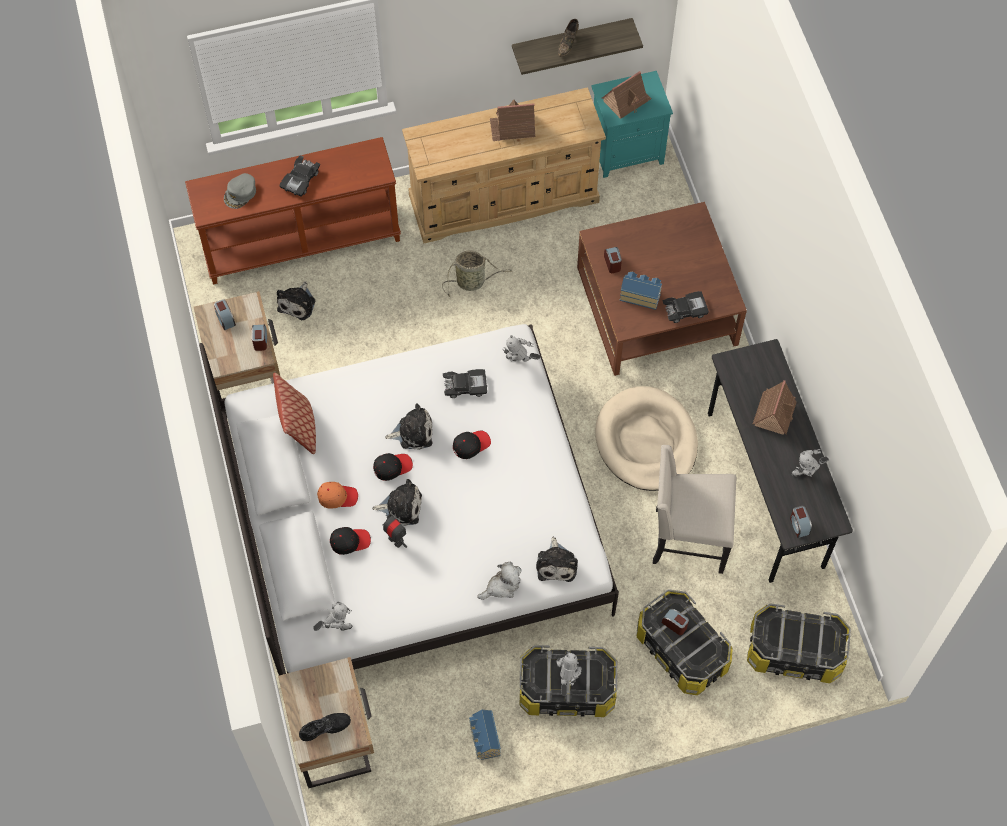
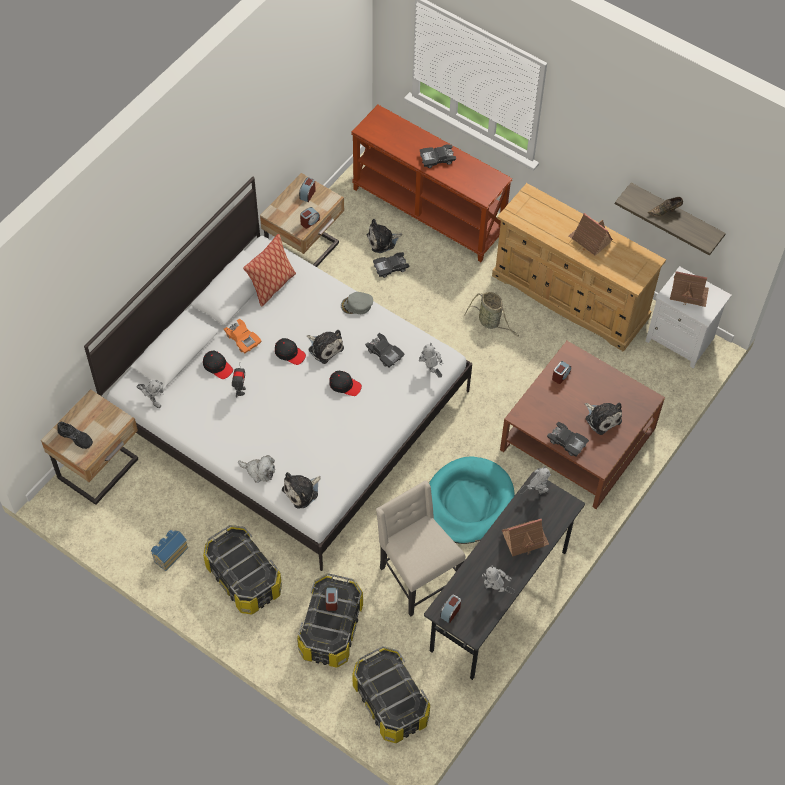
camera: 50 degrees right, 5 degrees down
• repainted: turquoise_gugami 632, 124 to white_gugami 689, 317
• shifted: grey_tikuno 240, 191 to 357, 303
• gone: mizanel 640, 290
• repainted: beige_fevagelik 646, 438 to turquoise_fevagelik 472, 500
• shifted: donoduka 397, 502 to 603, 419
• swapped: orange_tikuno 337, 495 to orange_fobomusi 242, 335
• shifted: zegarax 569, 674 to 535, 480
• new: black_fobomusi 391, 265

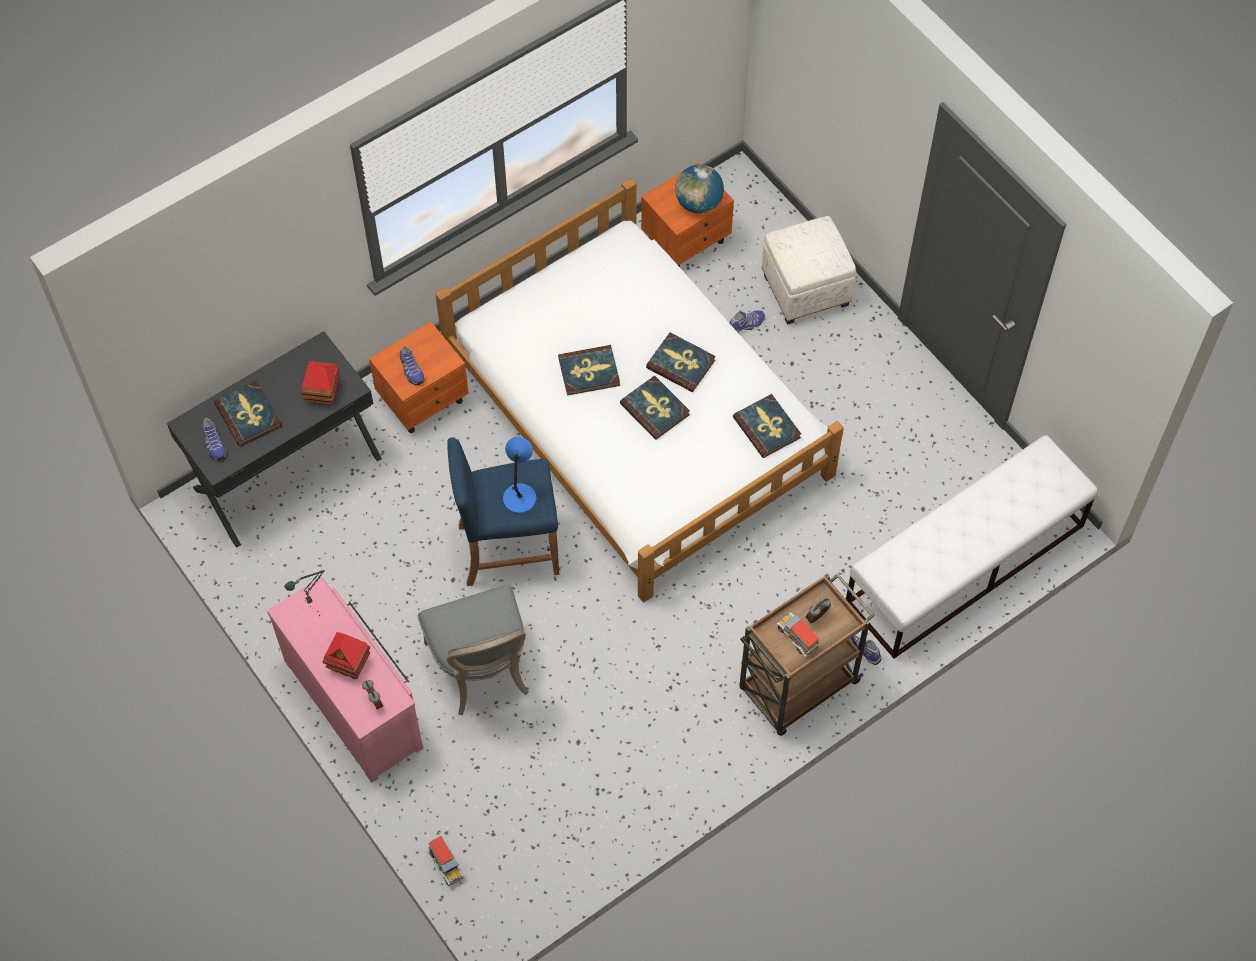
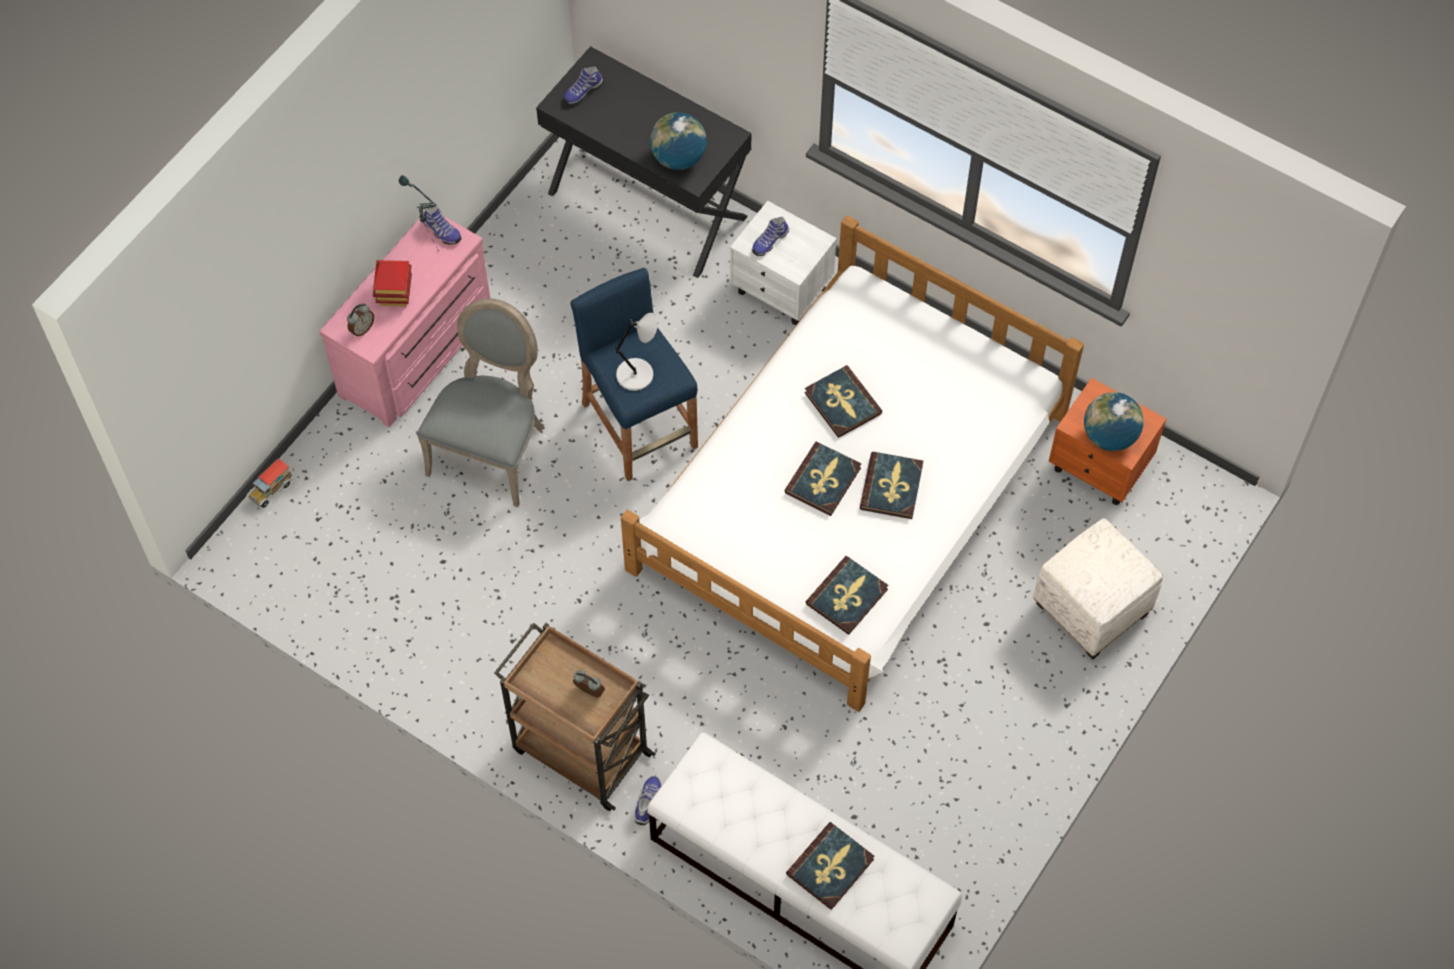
camera: 70 degrees right, 0 degrees up
• shifted: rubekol 747, 321 to 442, 225
• repainted: orange_gugami 419, 377 to white_gugami 783, 263
• swapped: mizanel 320, 383 to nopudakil 678, 141
• shifted: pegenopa 248, 413 to 830, 866
• repainted: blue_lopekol 520, 475 to grey_lopekol 636, 352
• rotated: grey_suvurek 473, 650 = 481, 402 150 degrees clockwise
• gone: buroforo 798, 634

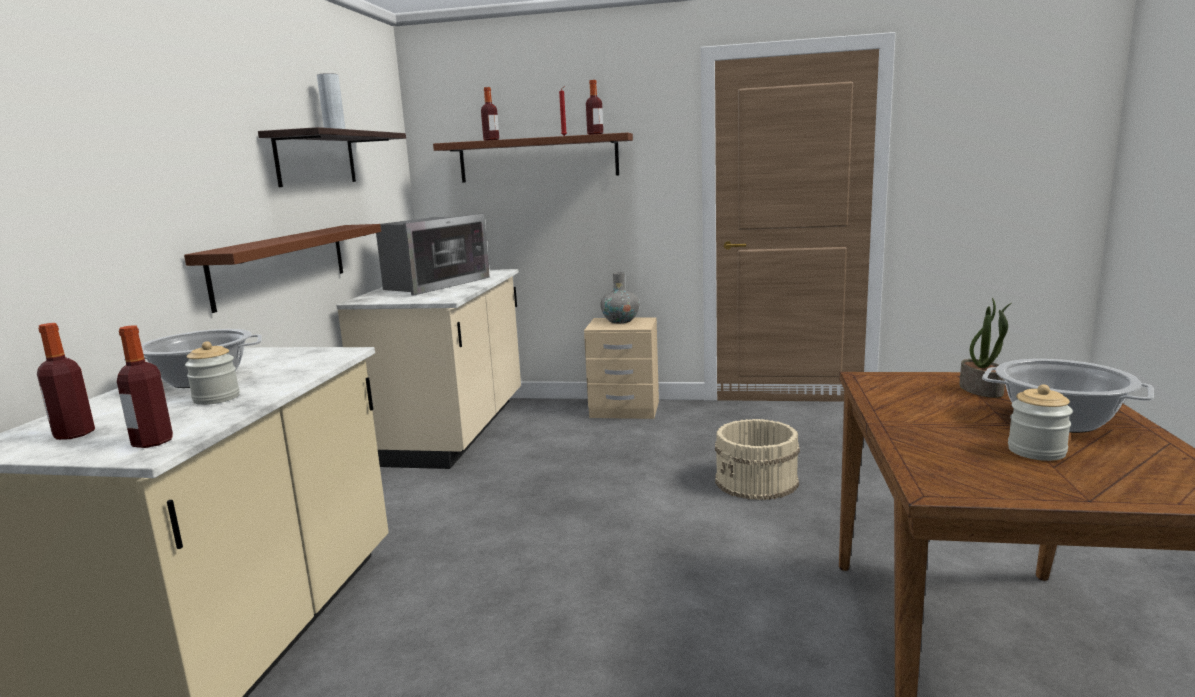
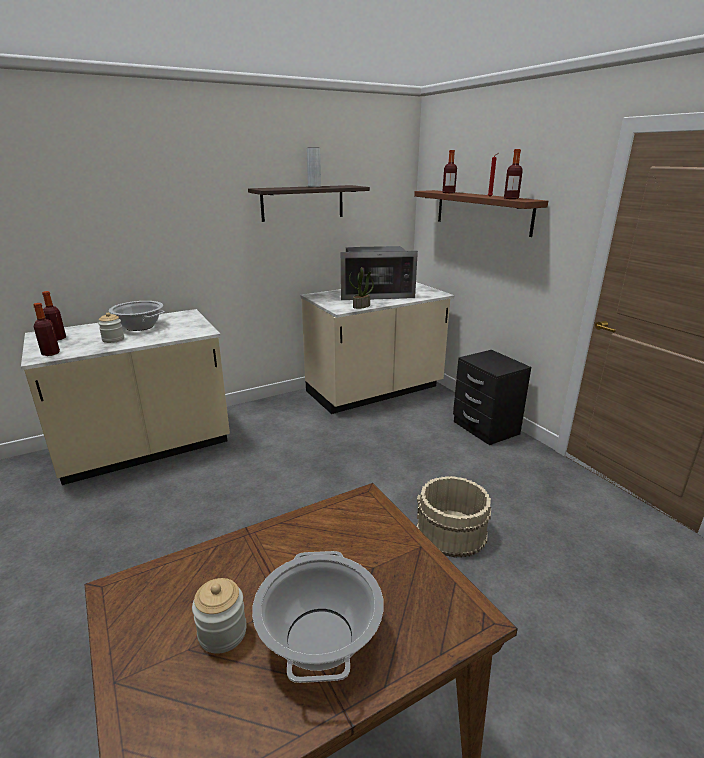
camera: 50 degrees right, 10 degrees up
• gone: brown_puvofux 282, 268
• gone: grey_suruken 620, 298
• shifted: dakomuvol 985, 348 to 361, 288
• repainted: beige_gugami 621, 368 to black_gugami 492, 397

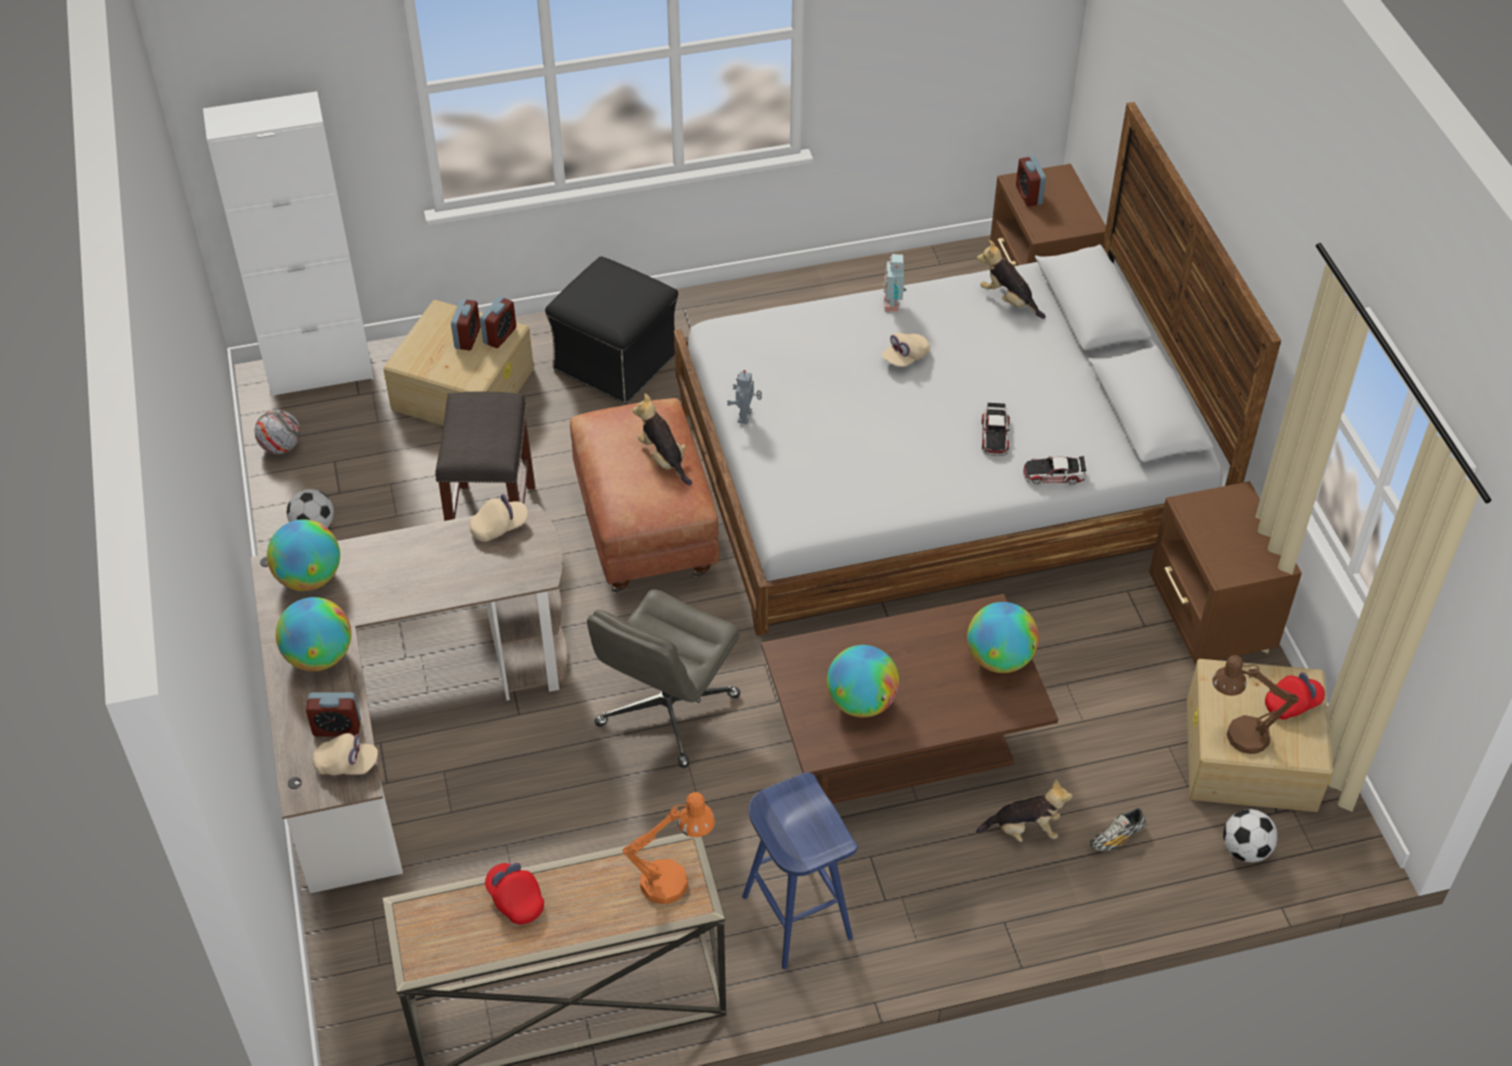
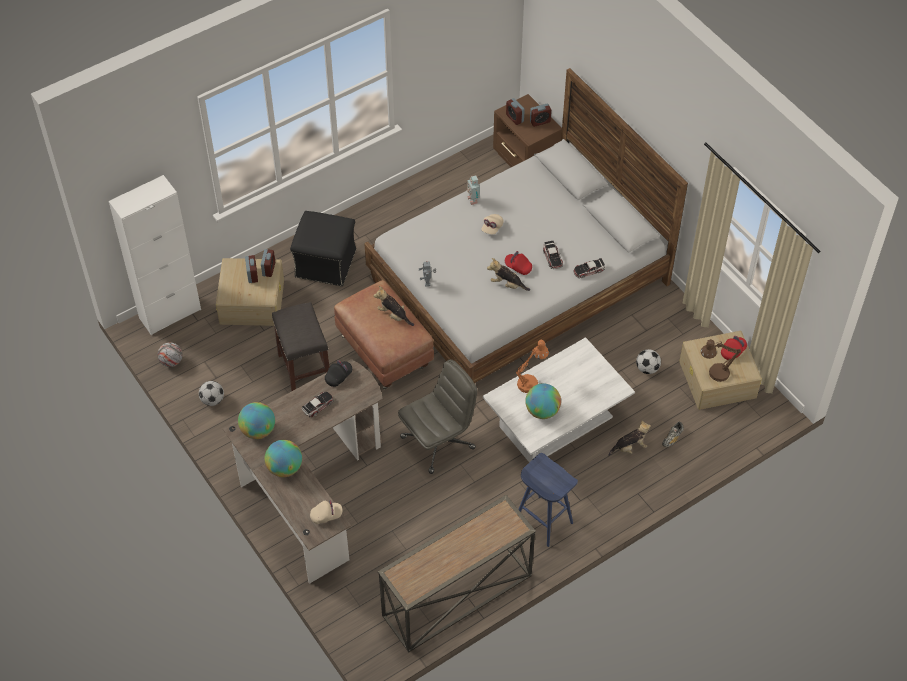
camera: 20 degrees left, 5 degrees up
• shifted: donoduka 1011, 279 to 508, 274
• gone: brown_gugami 1225, 573
• repainted: beige_tikuno 499, 518 to black_tikuno 338, 373
• rotated: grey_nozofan 663, 678 = 437, 416 135 degrees counterclockwise
• repainted: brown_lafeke 909, 699 to white_lafeke 559, 399
• gone: nopudakil 1003, 637
• shifted: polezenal 333, 714 to 540, 115
• shifted: orange_lopekol 668, 848 to 532, 366
• shifted: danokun 1250, 835 to 648, 361
• shifted: red_tikuno 514, 893 to 518, 263
• new: fobomusi 318, 404

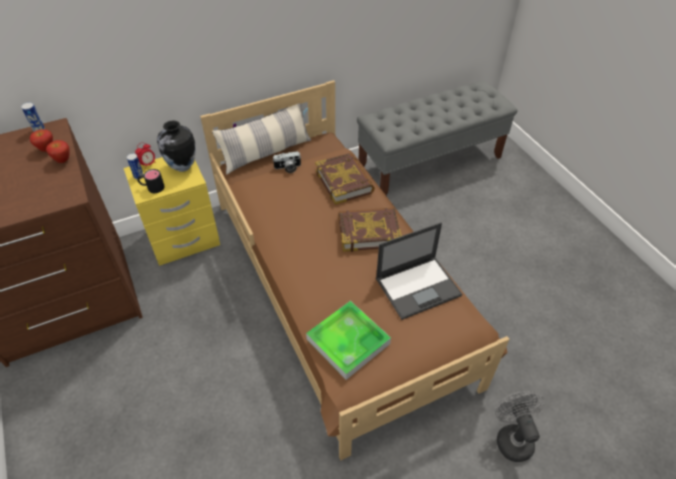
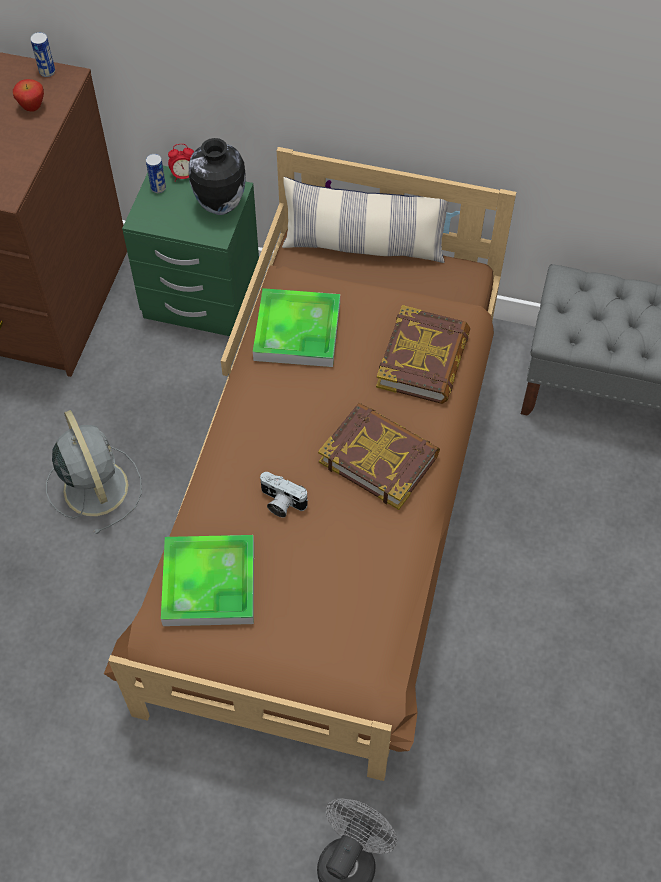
camera: 40 degrees right, 10 degrees up
• gone: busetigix 58, 151
• shifted: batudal 287, 162 to 284, 495
• repainted: yellow_gugami 172, 211 to green_gugami 190, 251
• gone: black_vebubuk 151, 181
• gone: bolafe 419, 271
• new: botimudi 296, 327
• new: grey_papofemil 94, 472

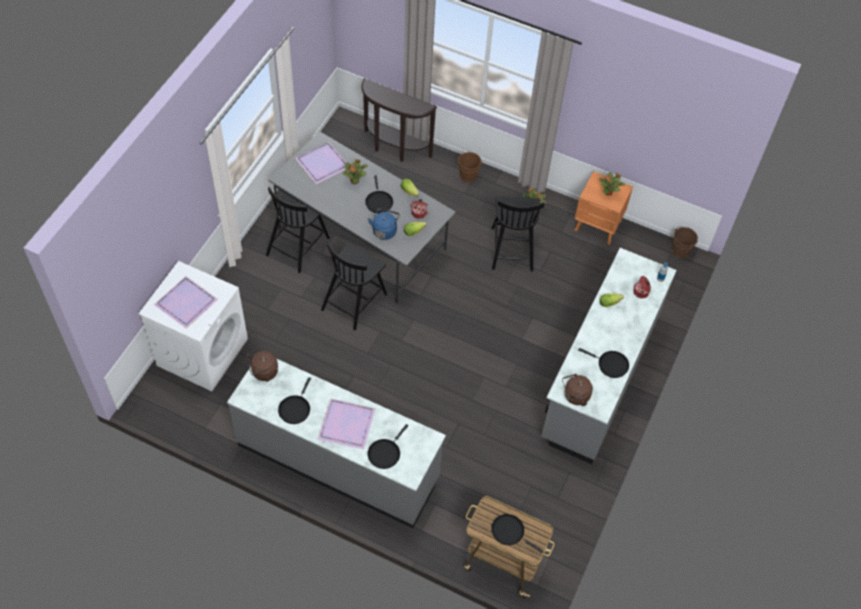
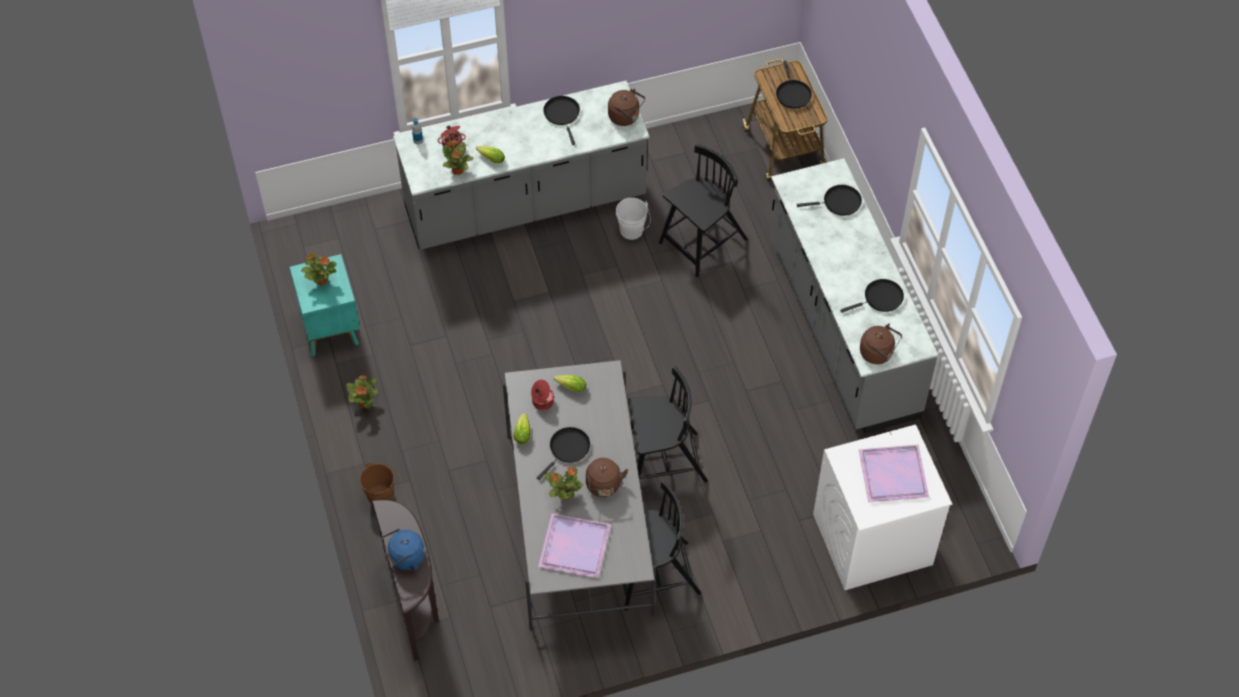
camera: 130 degrees left, 0 degrees up
• repainted: orange_gugami 604, 208 to turquoise_gugami 325, 305
• shifted: black_suvurek 518, 234 to 703, 210
• shifted: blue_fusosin 384, 224 to 403, 549
• gone: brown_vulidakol 684, 242
• gone: purple_botimudi 347, 423
• new: dakomuvol 458, 157
• new: white_vulidakol 633, 219
• new: brown_fusosin 607, 477

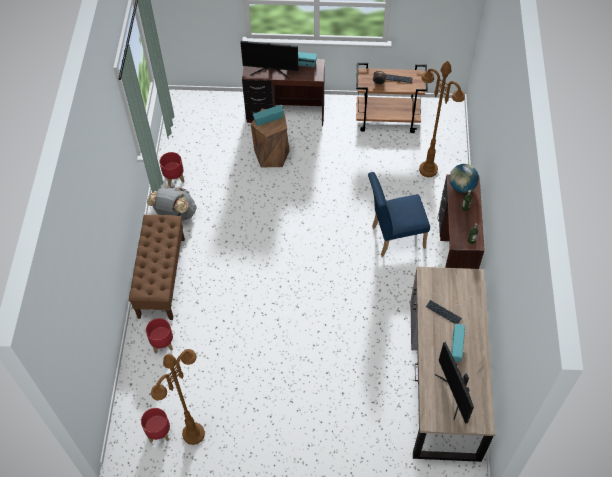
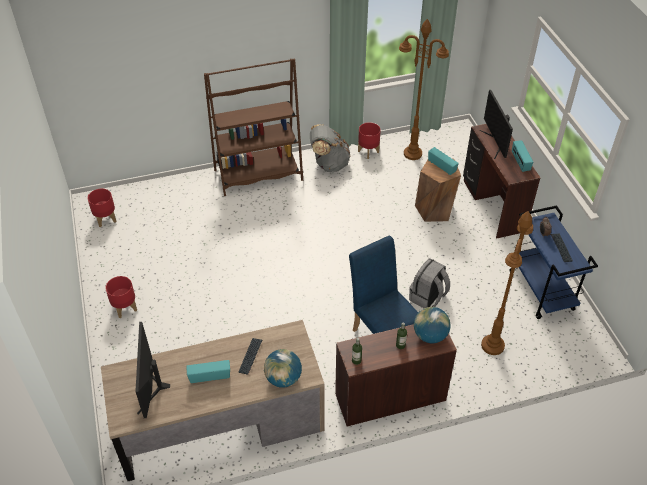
camera: 70 degrees right, 10 degrees down
• repainted: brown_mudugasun 392, 98 to blue_mudugasun 554, 262
• swapped: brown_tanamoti 157, 267 to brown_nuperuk 253, 127
• shifted: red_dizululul 159, 335 to 121, 297
• rotated: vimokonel 454, 383 = 152, 370 60 degrees counterclockwise
• shifted: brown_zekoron 178, 397 to 424, 89
• new: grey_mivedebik 429, 283
• new: nopudakil 283, 368

